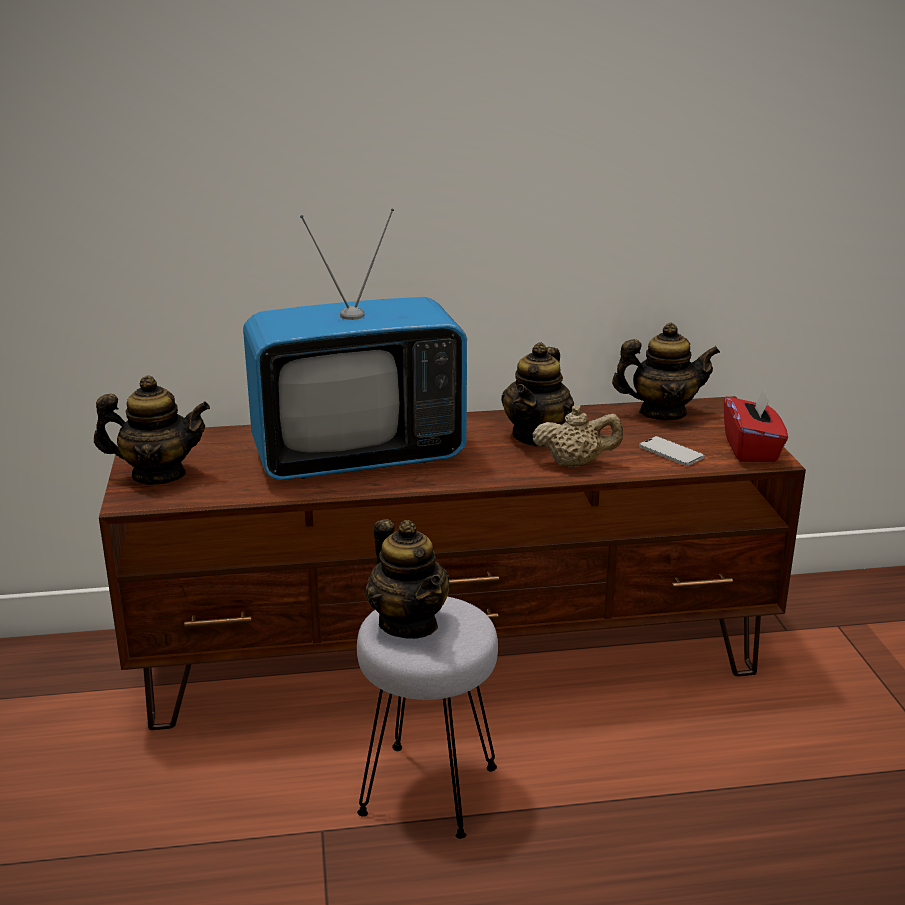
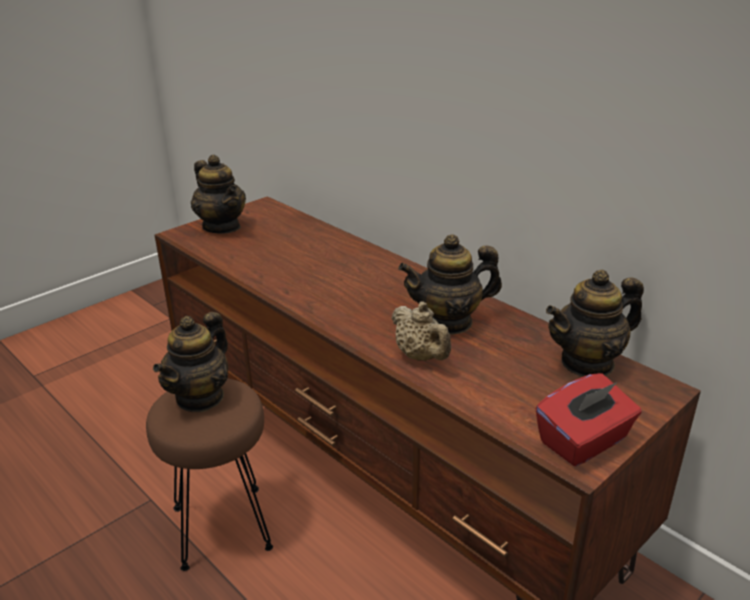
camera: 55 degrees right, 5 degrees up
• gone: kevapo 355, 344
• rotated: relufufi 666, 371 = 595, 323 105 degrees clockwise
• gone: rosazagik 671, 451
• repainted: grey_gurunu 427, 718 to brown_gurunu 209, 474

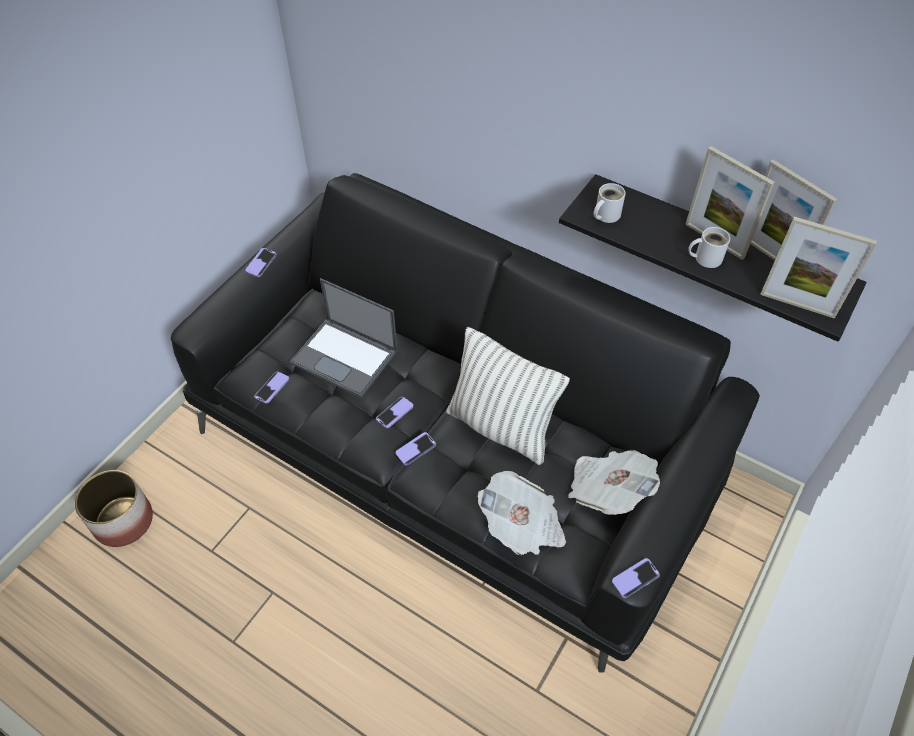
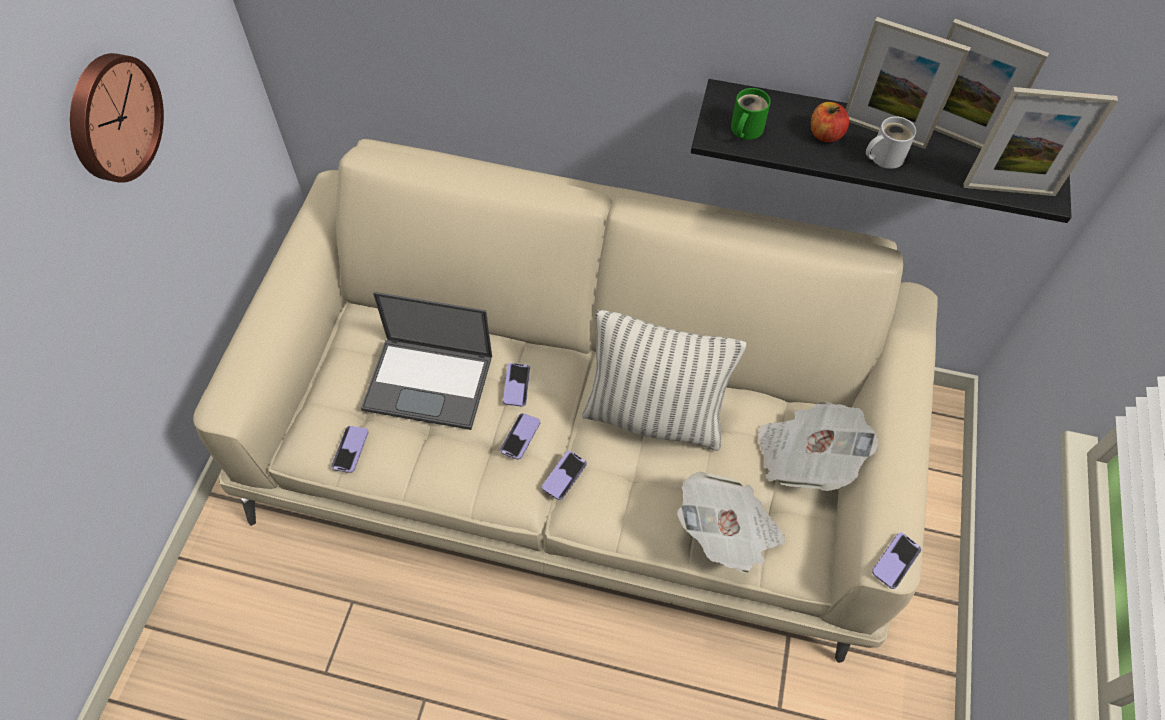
camera: 20 degrees left, 5 degrees up
• repainted: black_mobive 465, 422 to beige_mobive 565, 401
• repainted: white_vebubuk 610, 203 to green_vebubuk 751, 114
• shifted: rosazagik 261, 262 to 516, 385
• gone: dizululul 114, 508
• new: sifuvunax 117, 118
• new: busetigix 830, 122

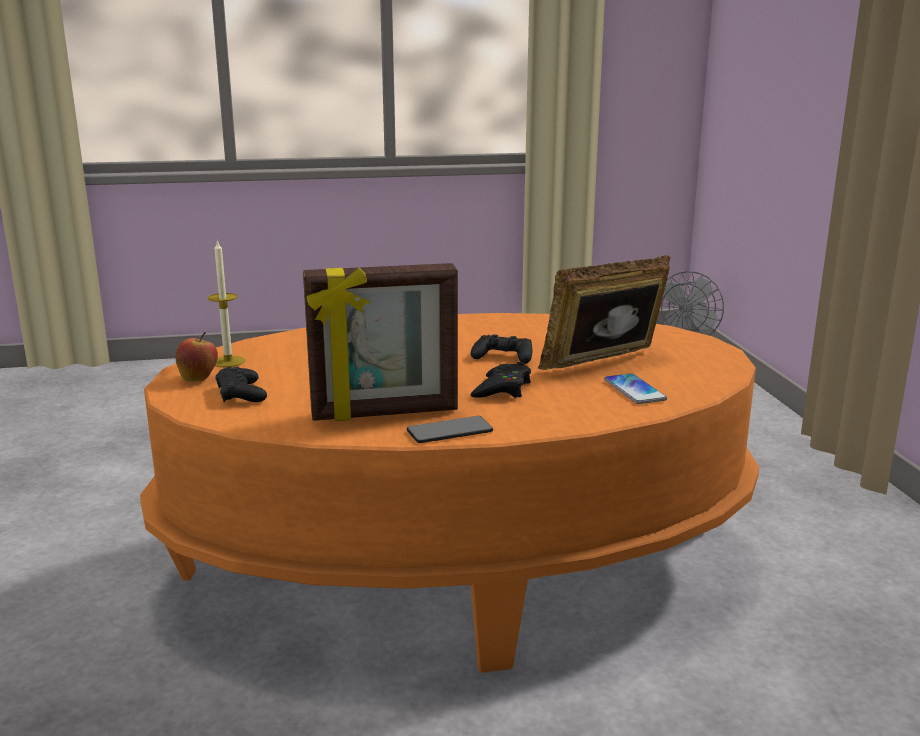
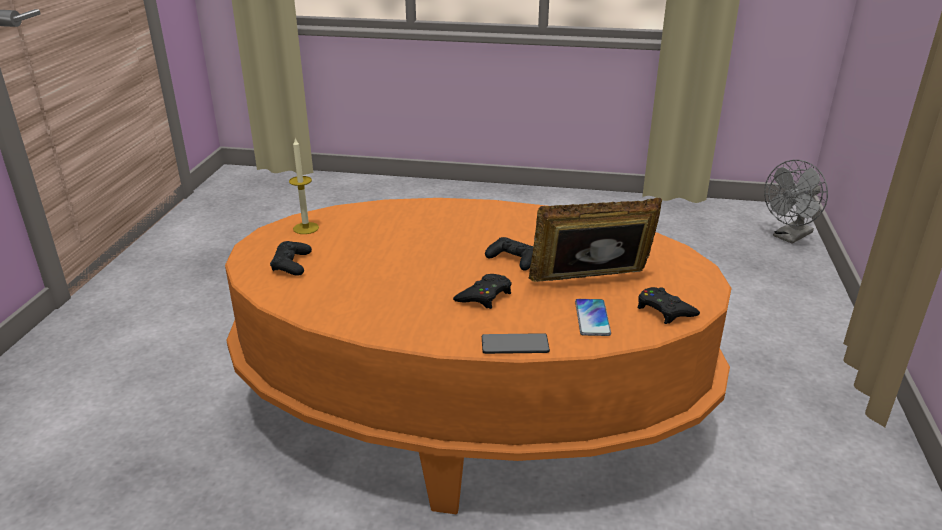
camera: 20 degrees right, 10 degrees up
• gone: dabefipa 380, 342
• gone: busetigix 196, 357
• shifted: rosazagik 450, 429 to 516, 343
• new: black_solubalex 669, 305

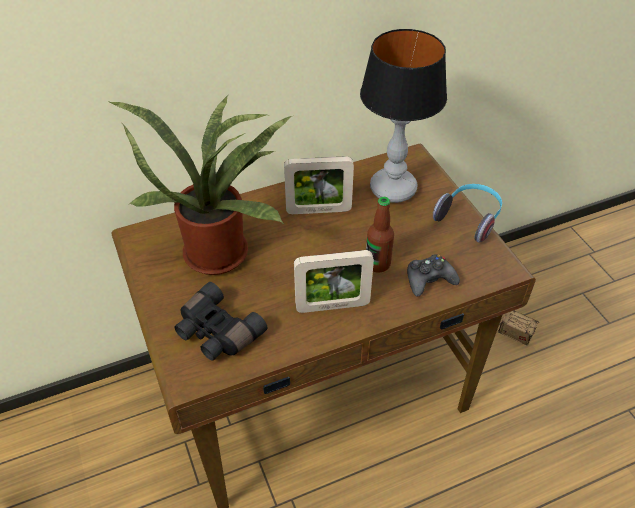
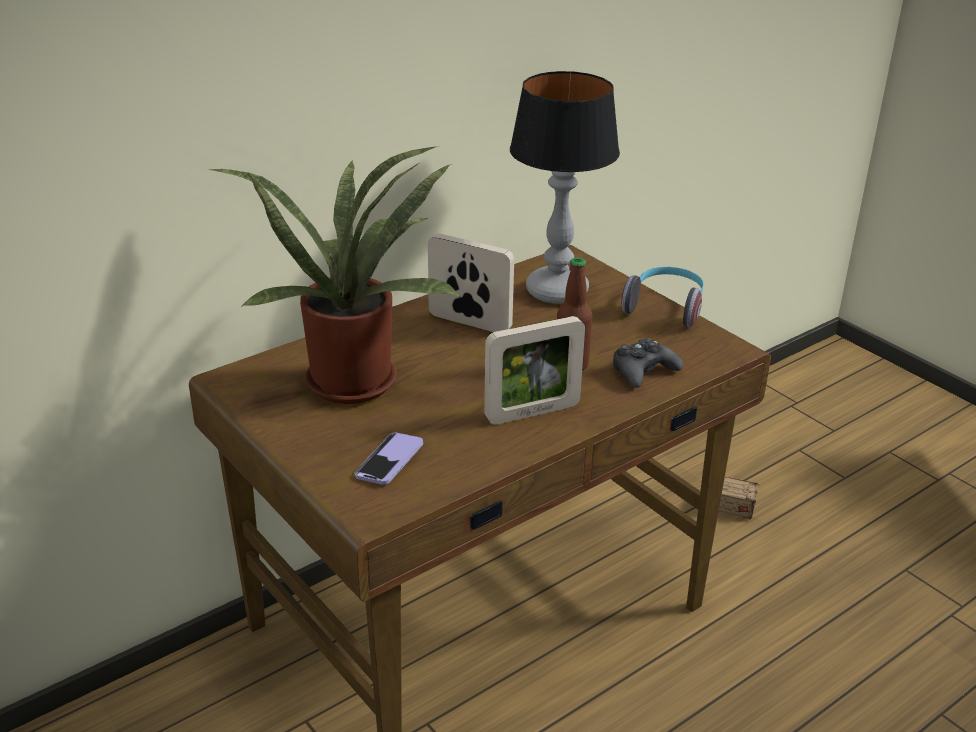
camera: 15 degrees left, 15 degrees down
• rotated: dabefipa 319, 185 = 471, 283 135 degrees counterclockwise
• swapped: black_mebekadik 221, 321 to rosazagik 389, 459

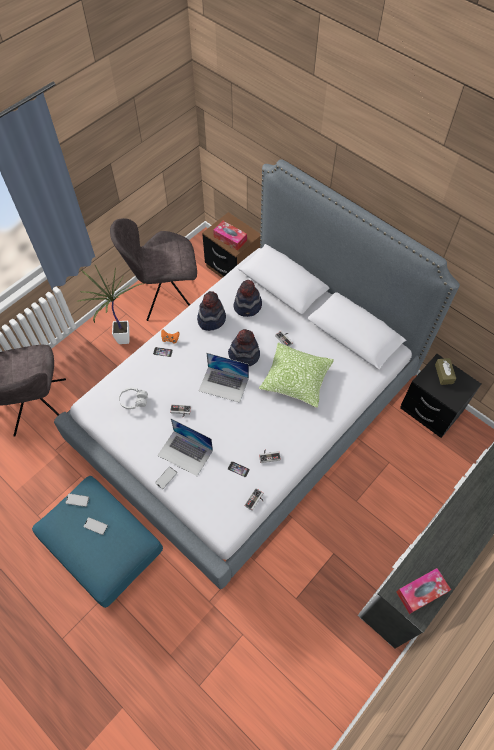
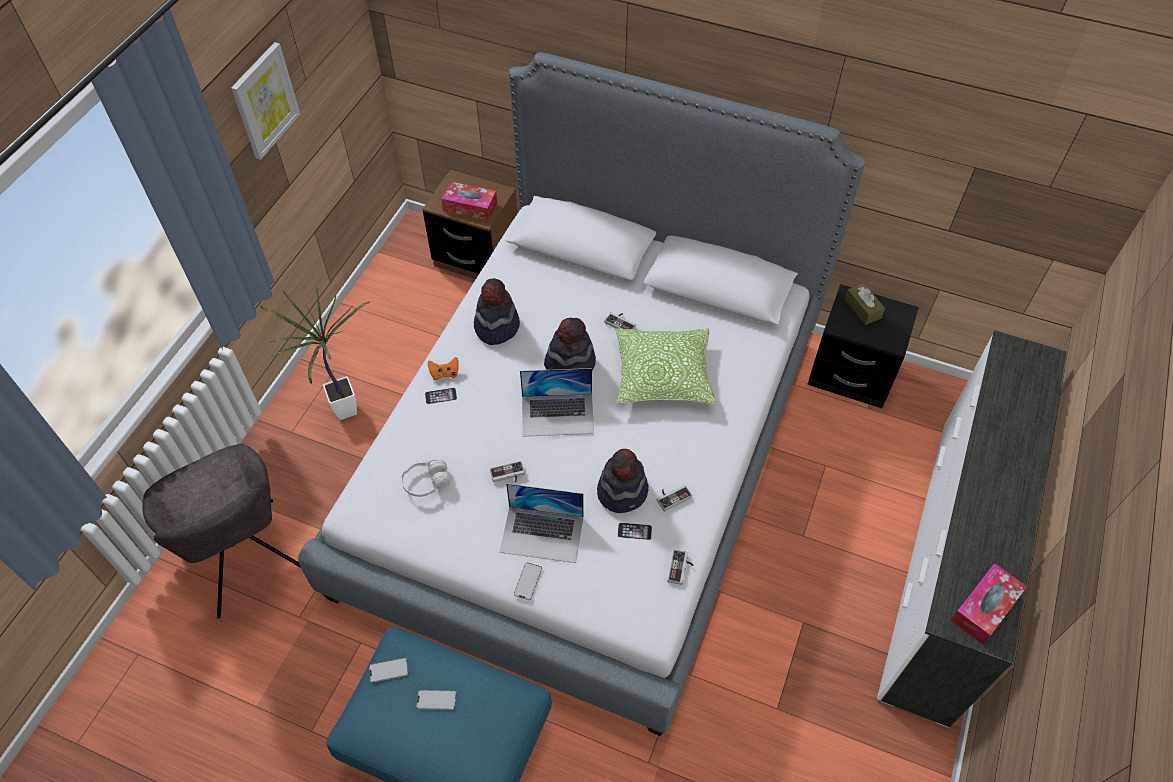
camera: 20 degrees left, 5 degrees down
• gone: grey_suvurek 153, 269
• shifted: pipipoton 248, 298 to 623, 481
• new: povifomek 265, 101

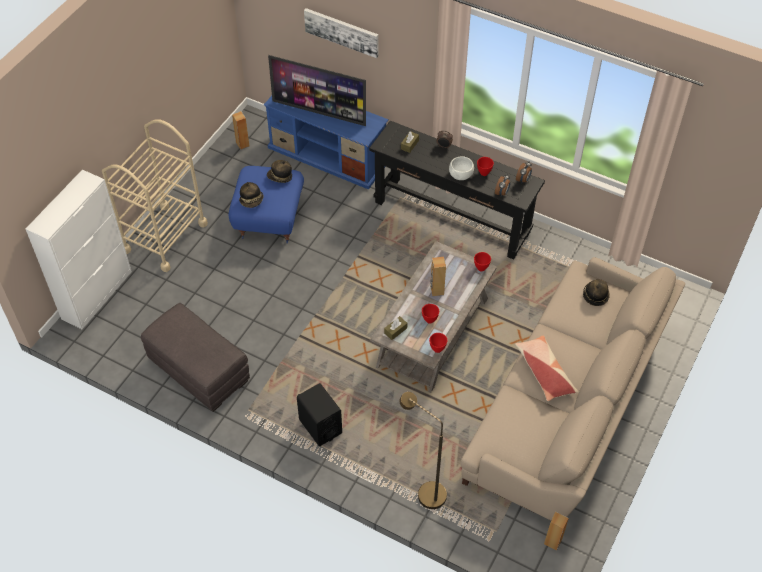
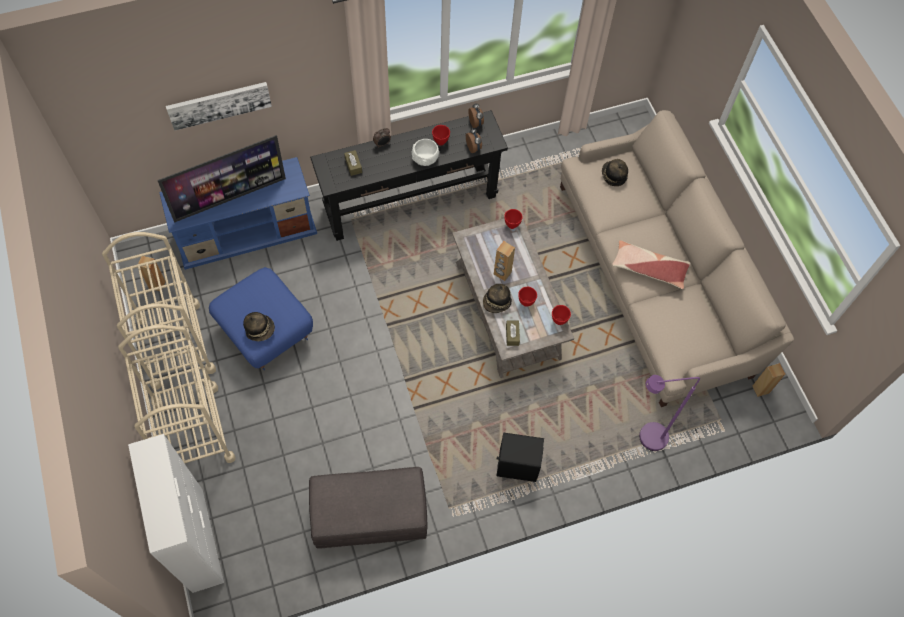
camera: 50 degrees left, 10 degrees up
• shifted: pipipoton 279, 171 to 497, 298
• repainted: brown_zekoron 423, 450 to purple_zekoron 669, 413
• new: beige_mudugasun 159, 311

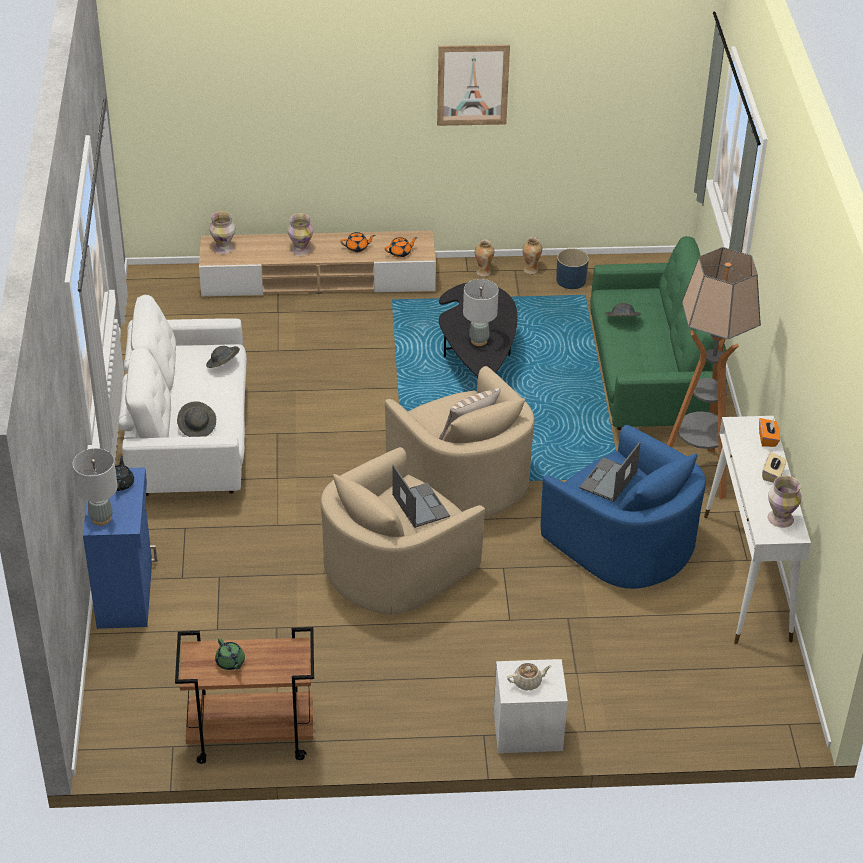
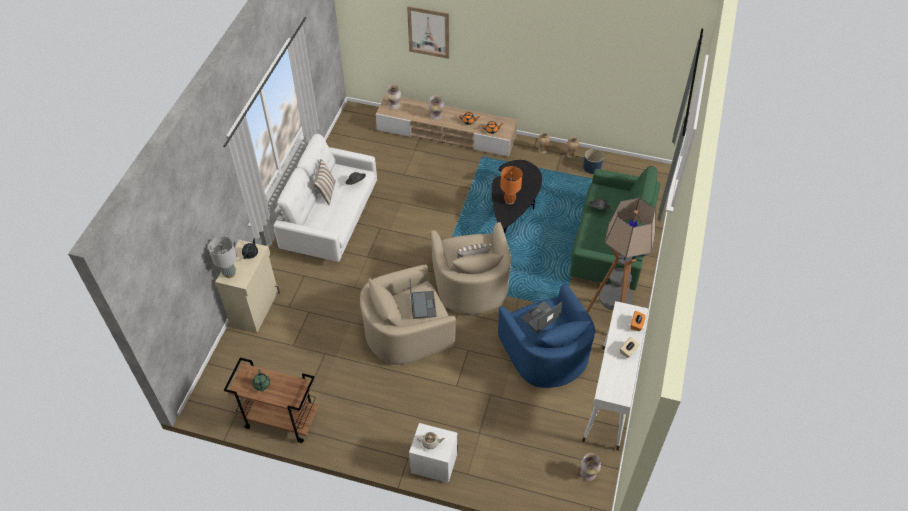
camera: 20 degrees right, 10 degrees up
• shifted: povifomek 473, 85 to 428, 32
• repainted: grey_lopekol 481, 312 to orange_lopekol 511, 185
• gone: grey_pipipoton 196, 419
• repainted: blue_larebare 120, 548 to beige_larebare 247, 286
• shifted: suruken 785, 502 to 590, 467
• new: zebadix 324, 182

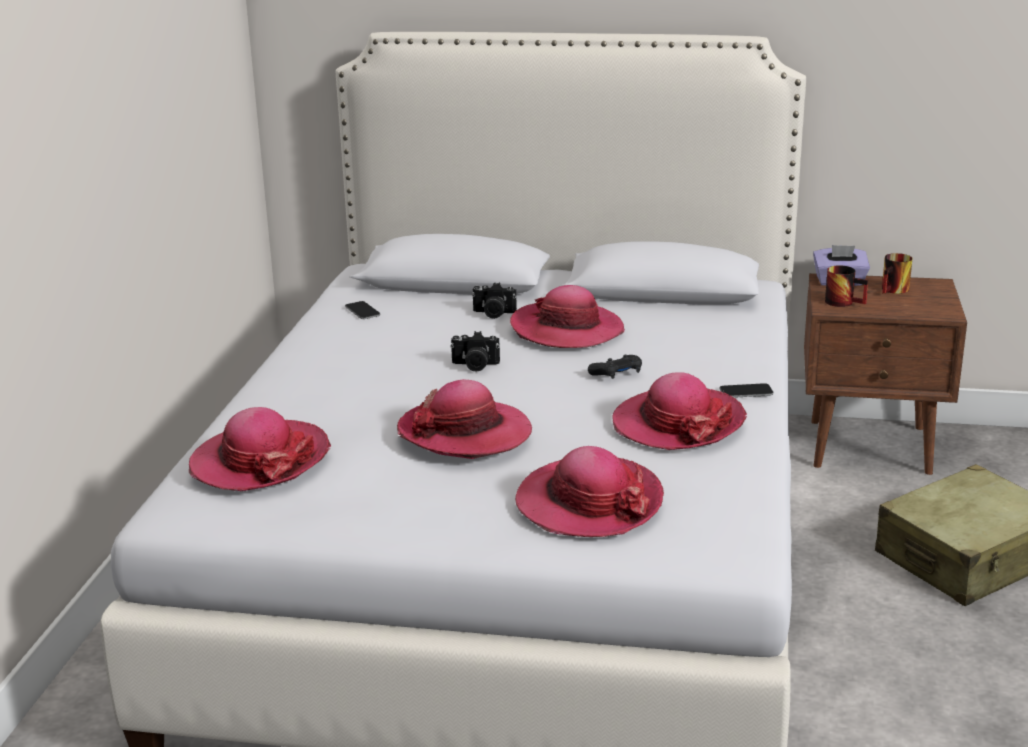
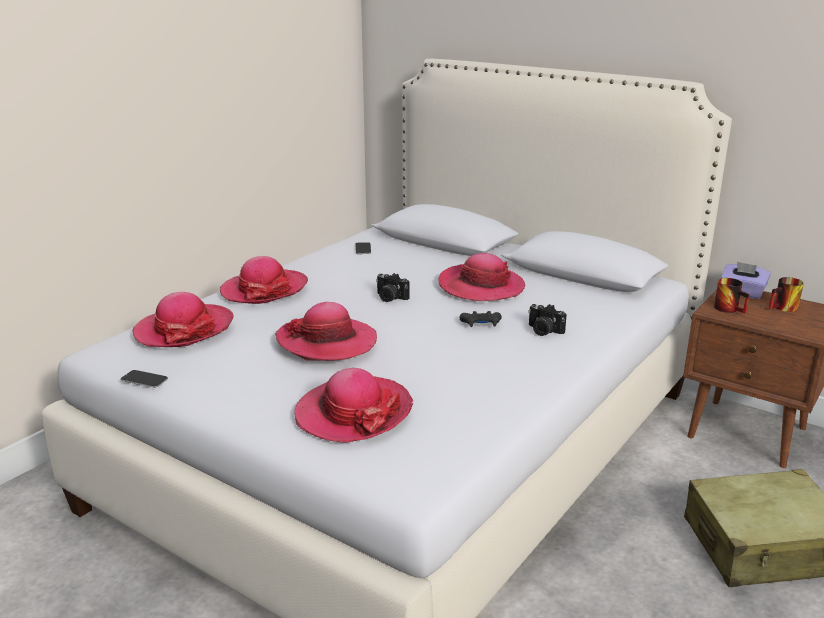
camera: 25 degrees right, 0 degrees up
• shifted: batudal 494, 300 to 547, 320
• shifted: pipipoton 679, 411 to 264, 280
• shifted: rosazagik 746, 390 to 144, 379

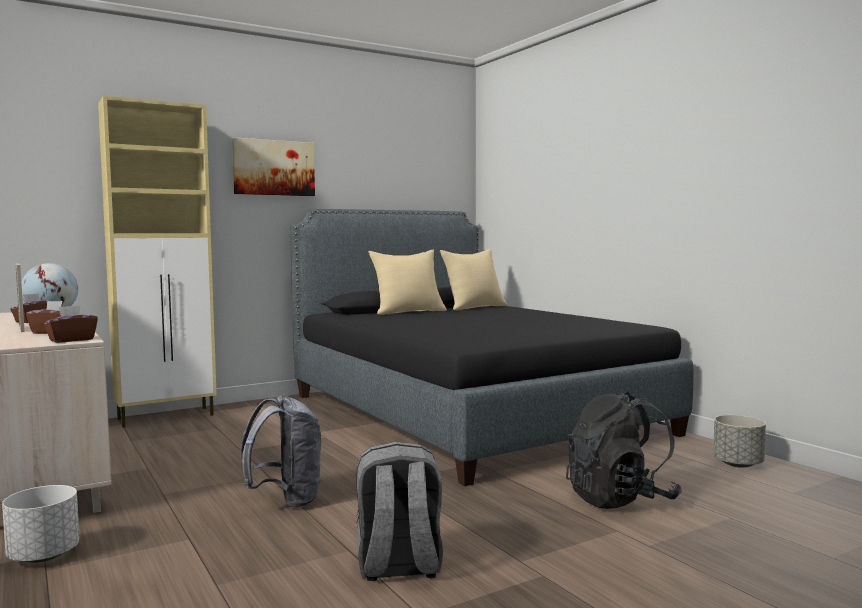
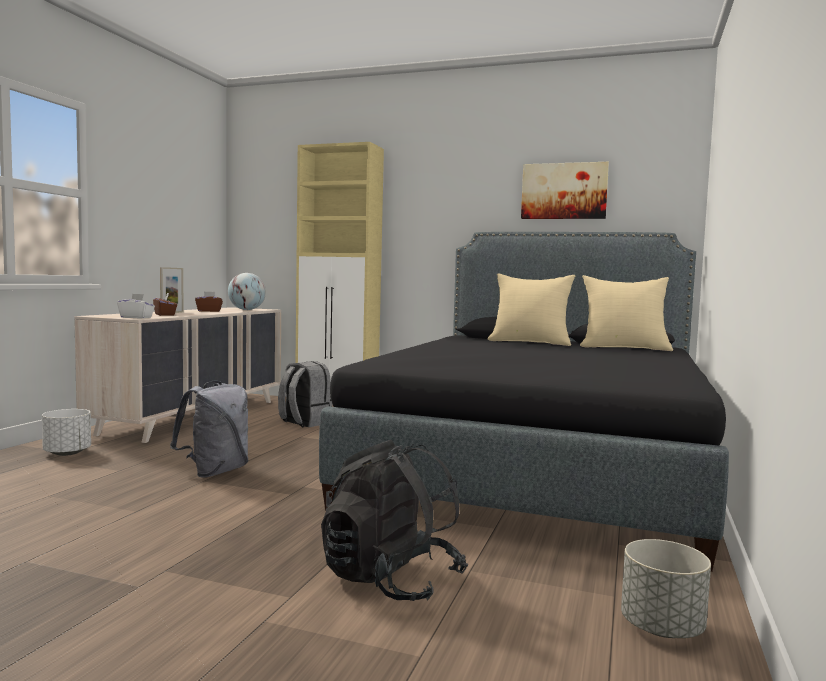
camera: 50 degrees right, 0 degrees up
• shifted: povifomek 273, 166 to 565, 190
• repainted: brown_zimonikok 71, 324 to white_zimonikok 136, 306
• shifted: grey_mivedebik 399, 511 to 305, 394

